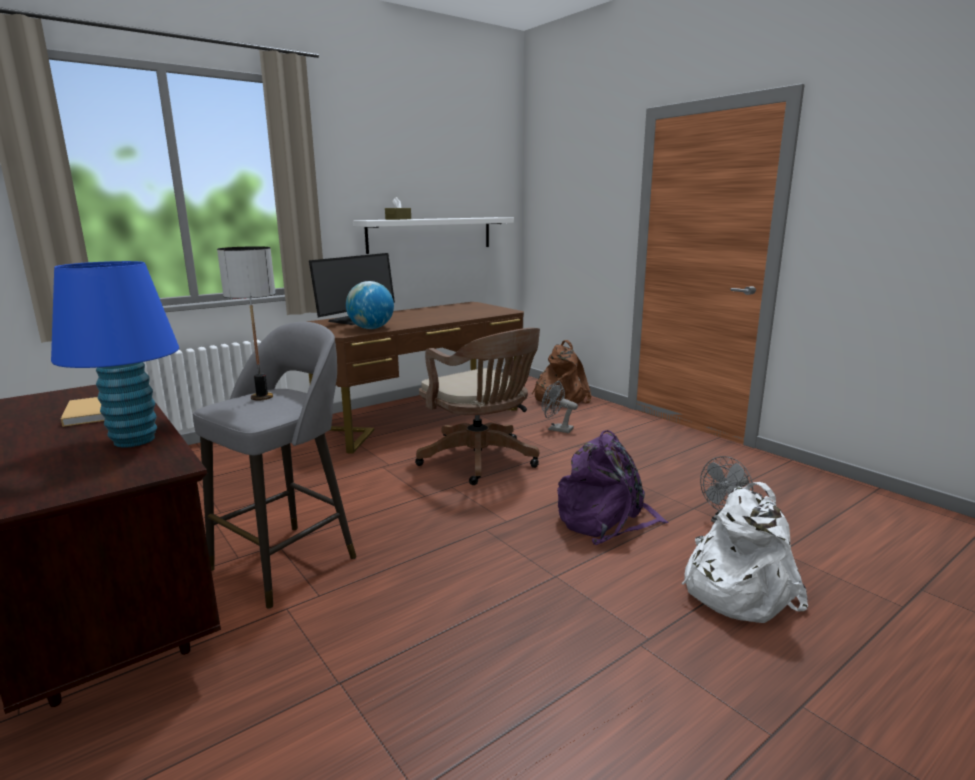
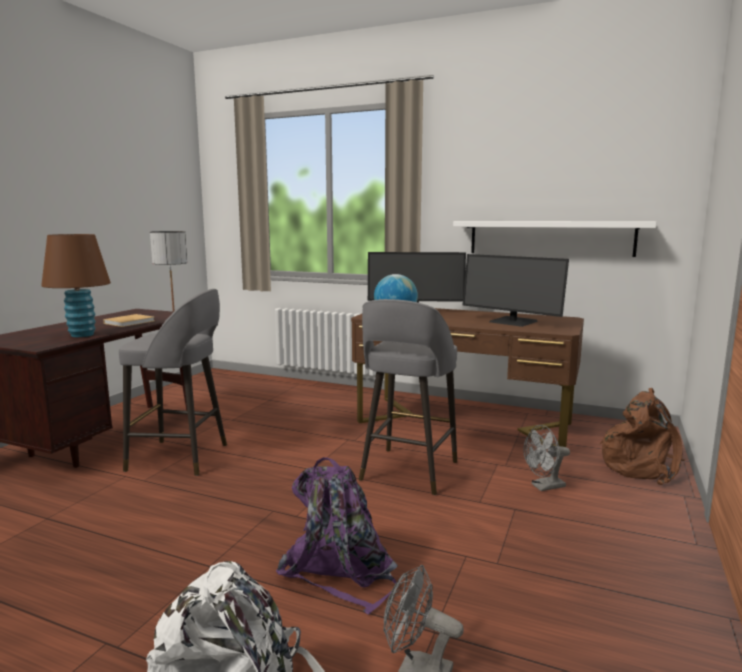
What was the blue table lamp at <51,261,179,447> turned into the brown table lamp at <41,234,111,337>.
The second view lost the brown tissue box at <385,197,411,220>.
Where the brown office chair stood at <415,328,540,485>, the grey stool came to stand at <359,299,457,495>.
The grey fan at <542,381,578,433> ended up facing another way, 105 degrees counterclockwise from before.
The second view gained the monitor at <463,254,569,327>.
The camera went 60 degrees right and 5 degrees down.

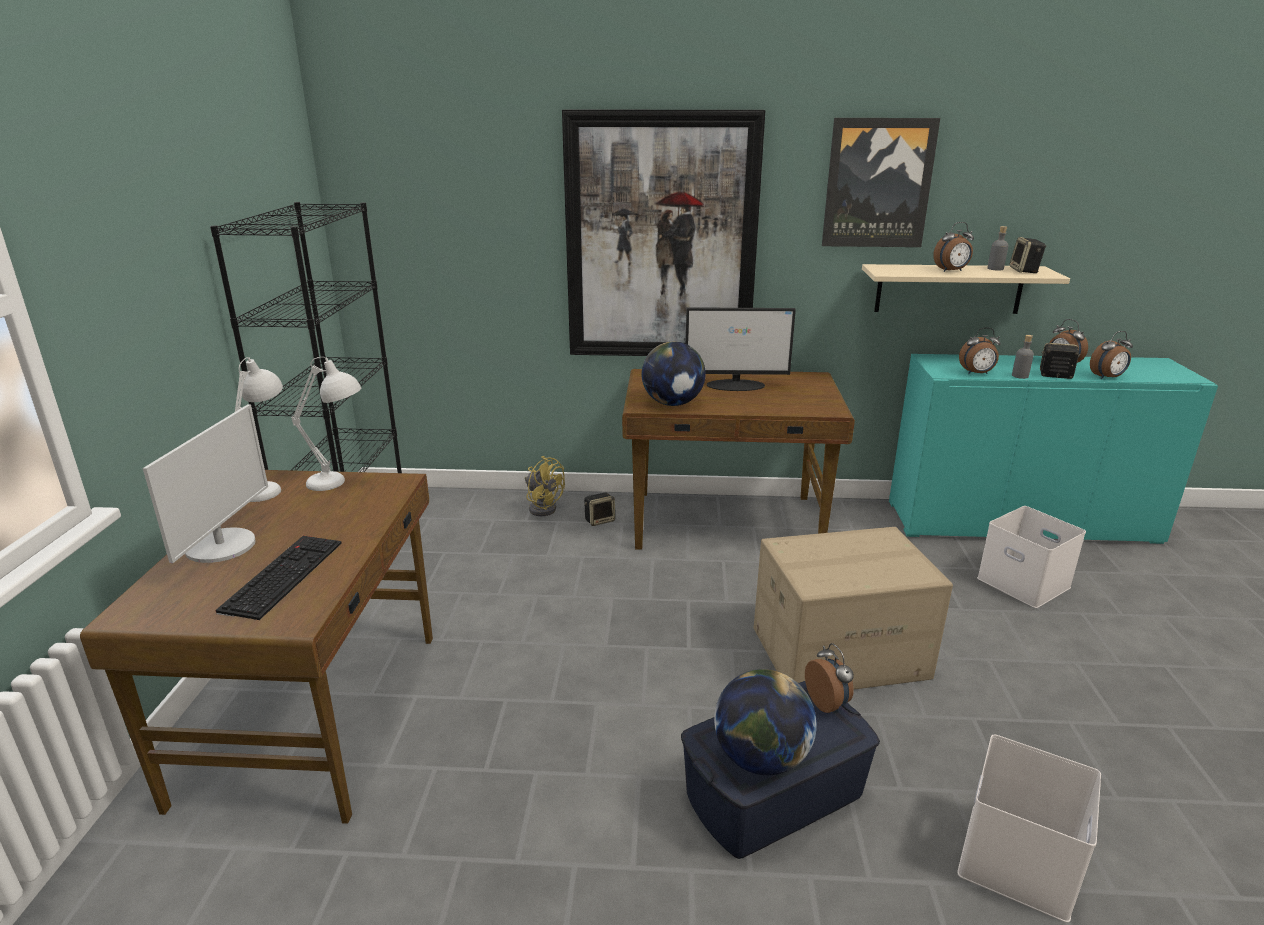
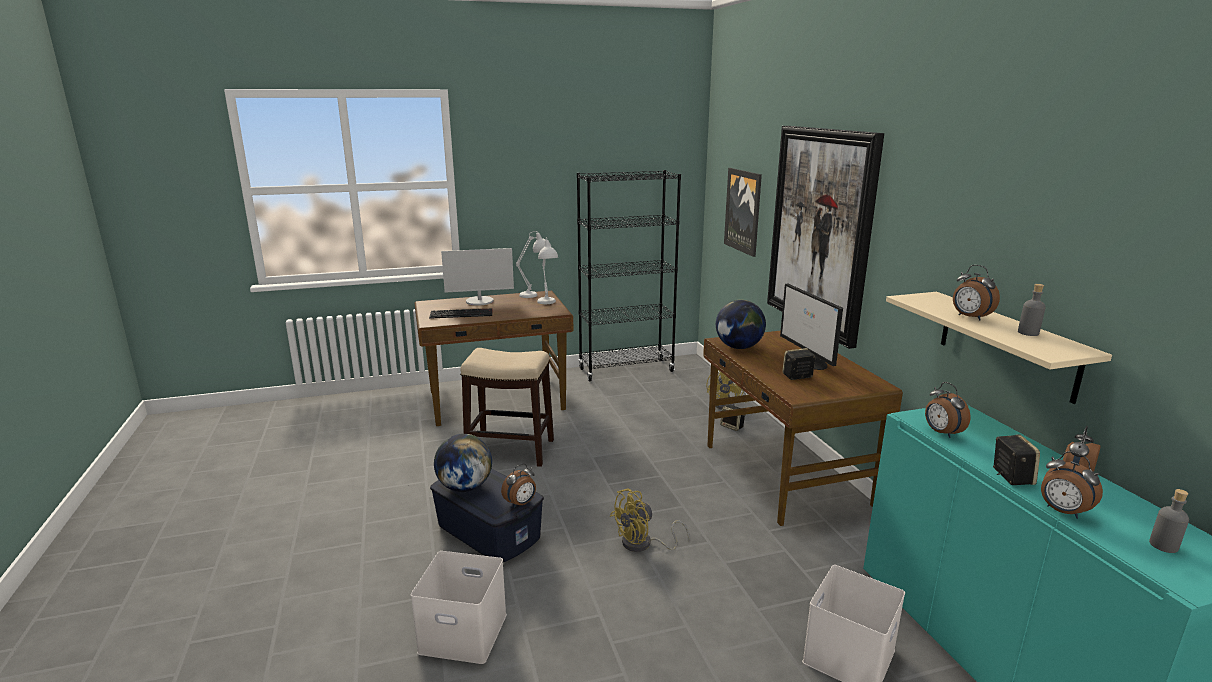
Where the cardboard box stood at <754,527,953,689>, the yellow fan came to stand at <610,488,690,552>.
The picture ended up elsewhere, having gone from <822,118,940,247> to <724,168,762,257>.
The speaker ended up elsewhere, having gone from <1010,237,1046,273> to <782,348,815,380>.
The grey bottle ended up elsewhere, having gone from <1012,335,1034,379> to <1149,489,1189,553>.
The second view gained the stool at <460,348,554,467>.
The camera went 70 degrees right and 5 degrees down.

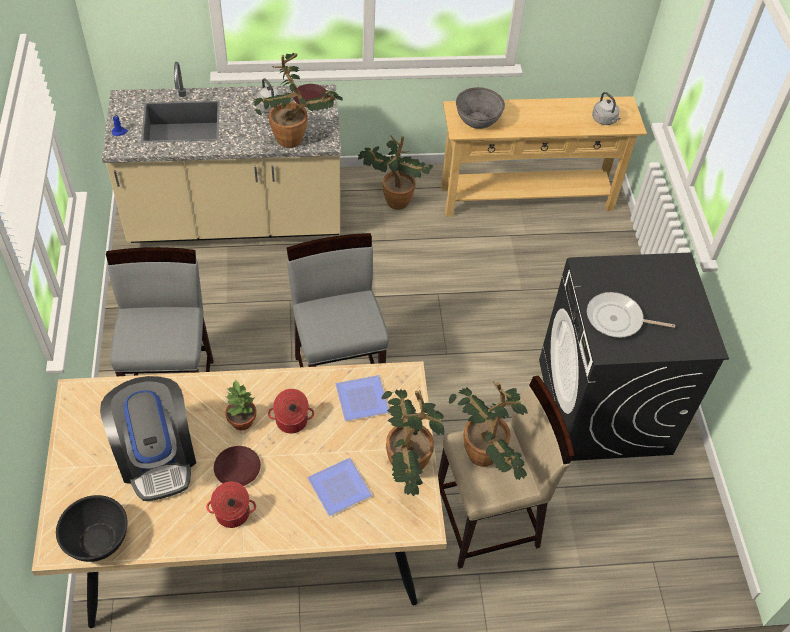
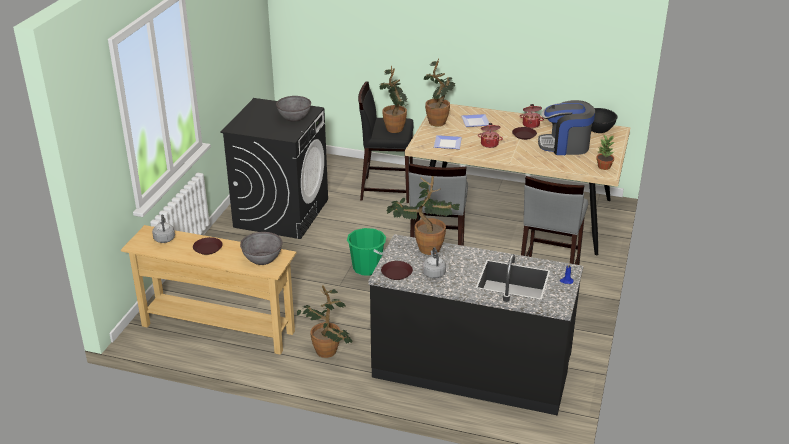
The coffee machine at <100,376,196,501> ended up facing another way, 90 degrees counterclockwise from before.
What was the beige counter at <102,62,341,243> turned into the black counter at <368,234,583,416>.
The potted plant ended up elsewhere, having gone from <226,380,256,430> to <596,135,614,170>.
What was the beige stool at <438,376,574,569> turned into the black stool at <358,81,414,203>.
Where the frying pan stood at <587,292,675,338>, the grey bowl came to stand at <276,96,311,122>.
The second view gained the brown plate at <193,237,223,255>.
The second view gained the green bucket at <347,228,386,276>.
The camera went 155 degrees left and 20 degrees down.

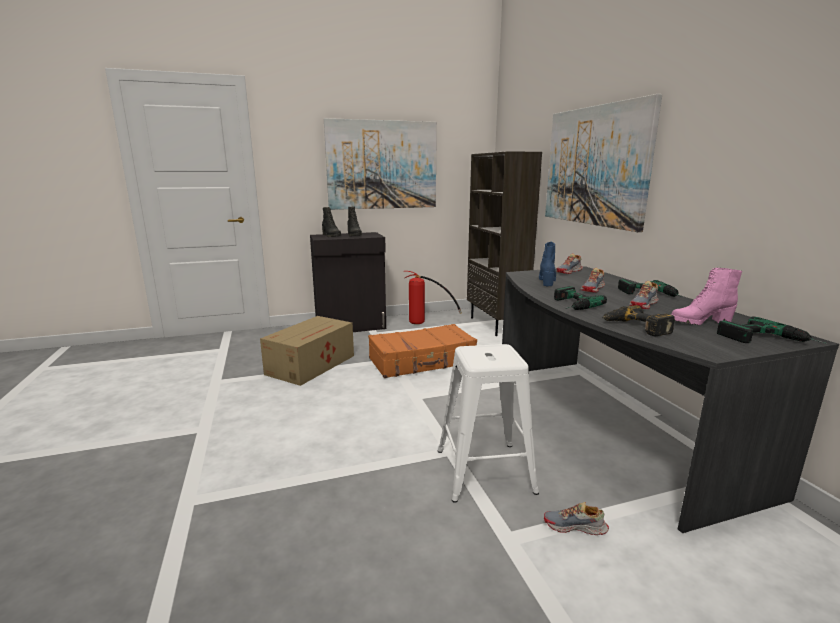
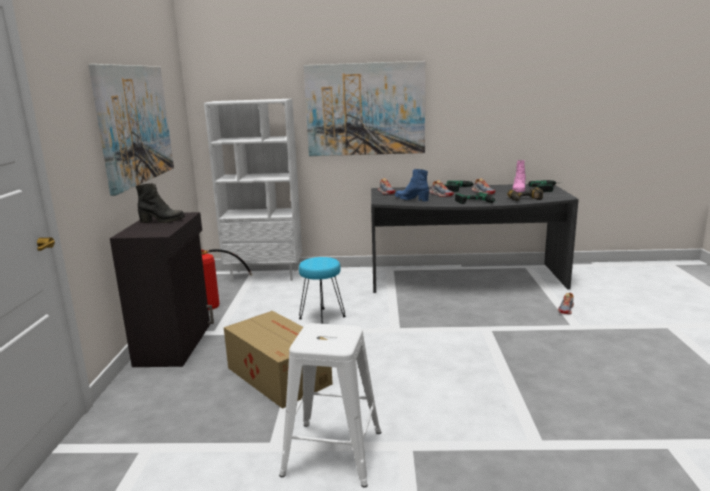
The second view lost the black boot at <322,207,342,237>.
Where the orange suitcase stood at <368,324,477,378>, the turquoise stool came to stand at <299,257,346,324>.
The white stool ended up elsewhere, having gone from <438,344,539,503> to <279,323,381,488>.
What was the brown bookcase at <467,151,542,336> turned into the white bookcase at <204,99,302,282>.
The camera went 70 degrees left and 0 degrees up.

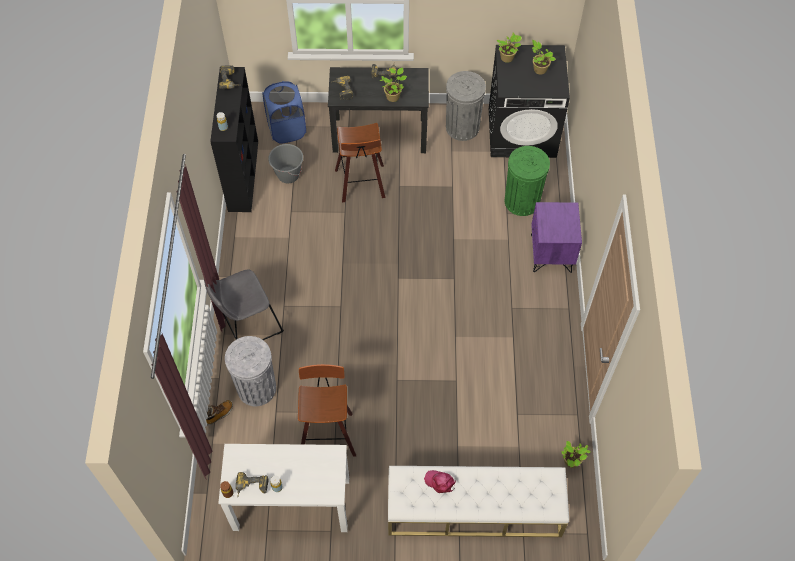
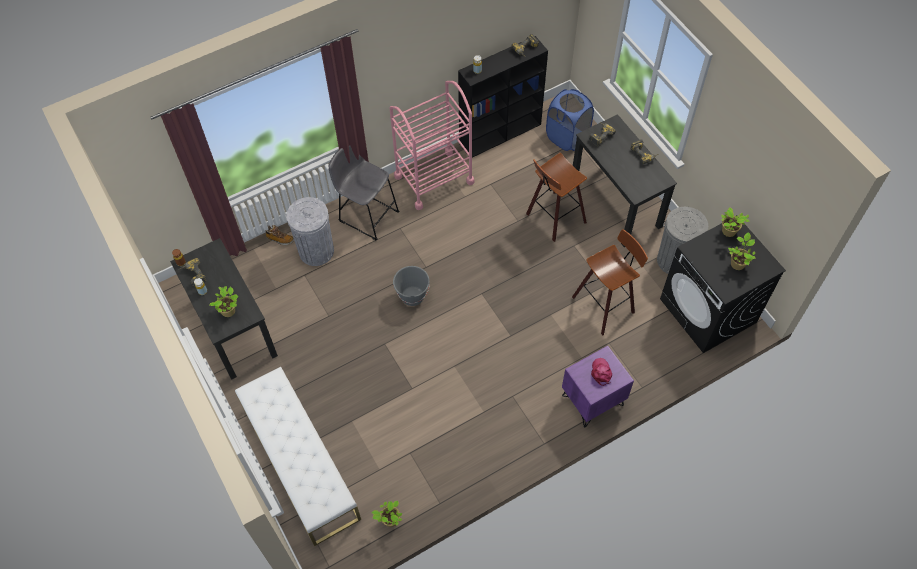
What was the white desk at <218,444,349,532> turned into the black desk at <170,238,278,380>.
The grey bucket ended up elsewhere, having gone from <268,144,303,183> to <393,266,430,306>.
The stool ended up elsewhere, having gone from <298,364,356,456> to <572,229,648,335>.
The potted plant ended up elsewhere, having gone from <380,68,407,102> to <209,286,238,317>.
The pink cap ended up elsewhere, having gone from <424,470,456,493> to <591,358,612,386>.
The second view lost the green trash can at <505,146,550,216>.
The second view gained the pink cart at <389,81,475,210>.
The camera went 60 degrees right and 0 degrees up.

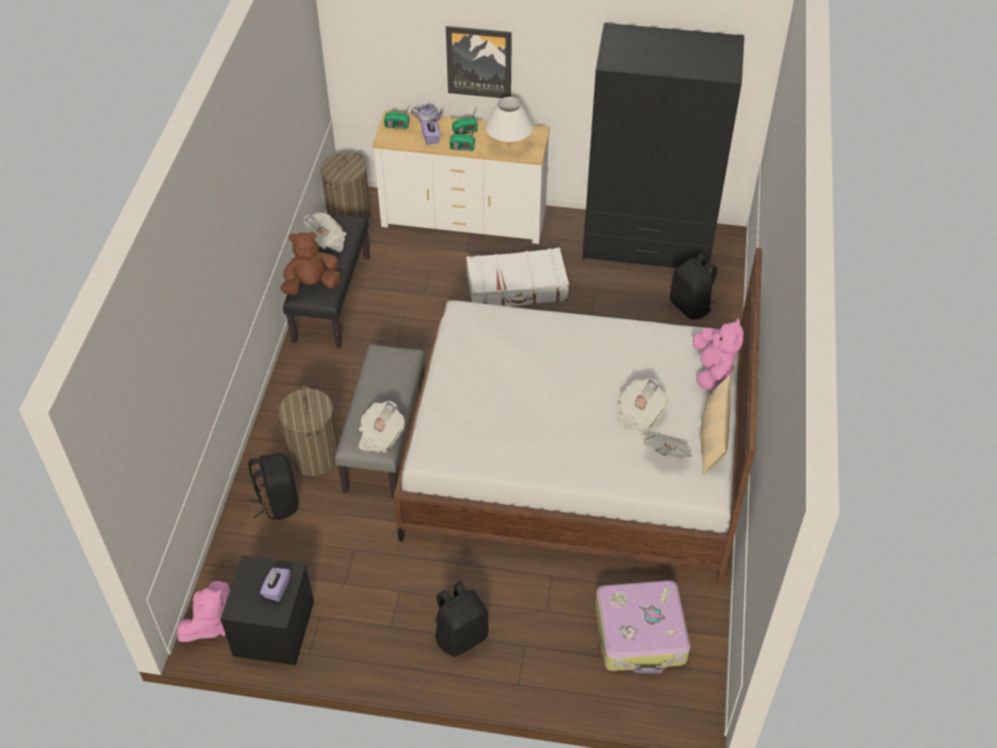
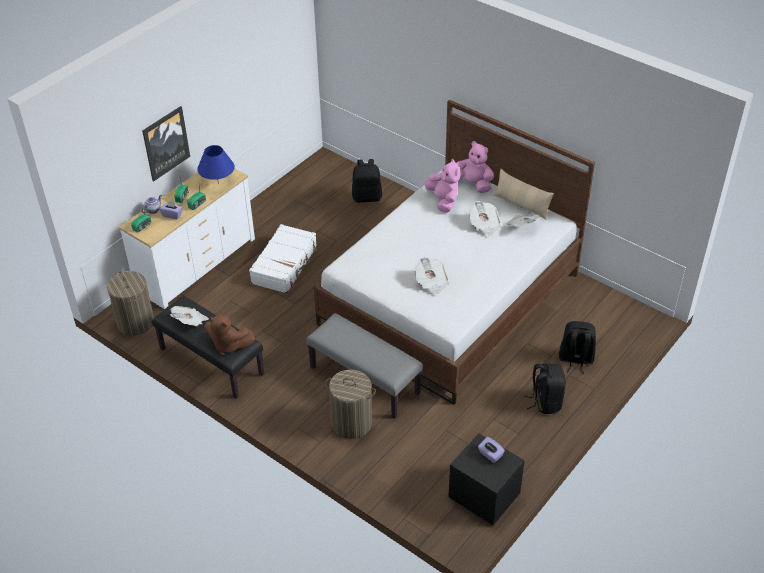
The pink plush toy ended up elsewhere, having gone from <177,581,230,642> to <425,159,460,213>.
The black backpack ended up elsewhere, having gone from <248,453,298,520> to <559,321,596,374>.
The brown plush toy at <280,231,341,295> ended up facing another way, 75 degrees counterclockwise from before.
The newspaper ended up elsewhere, having gone from <359,401,405,453> to <414,257,449,295>.
What was the white table lamp at <485,97,533,142> turned into the blue table lamp at <197,145,235,184>.
The second view lost the black wardrobe at <583,23,744,271>.
The second view lost the suitcase at <595,580,690,673>.
The camera went 60 degrees left and 5 degrees down.

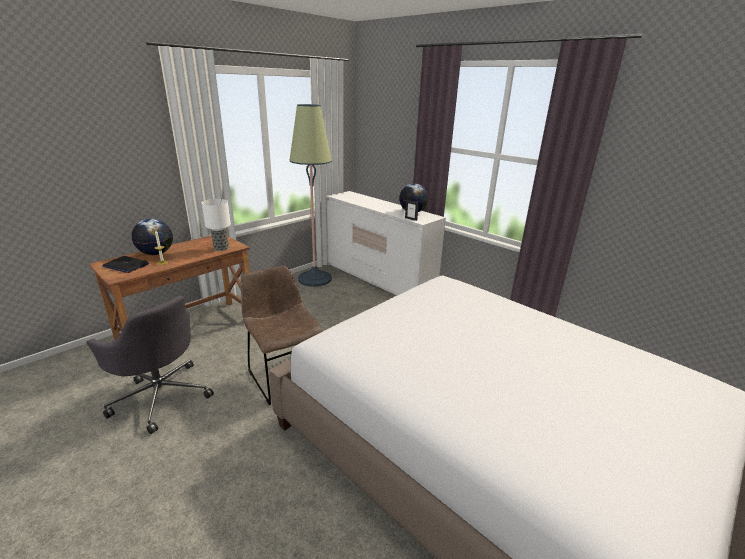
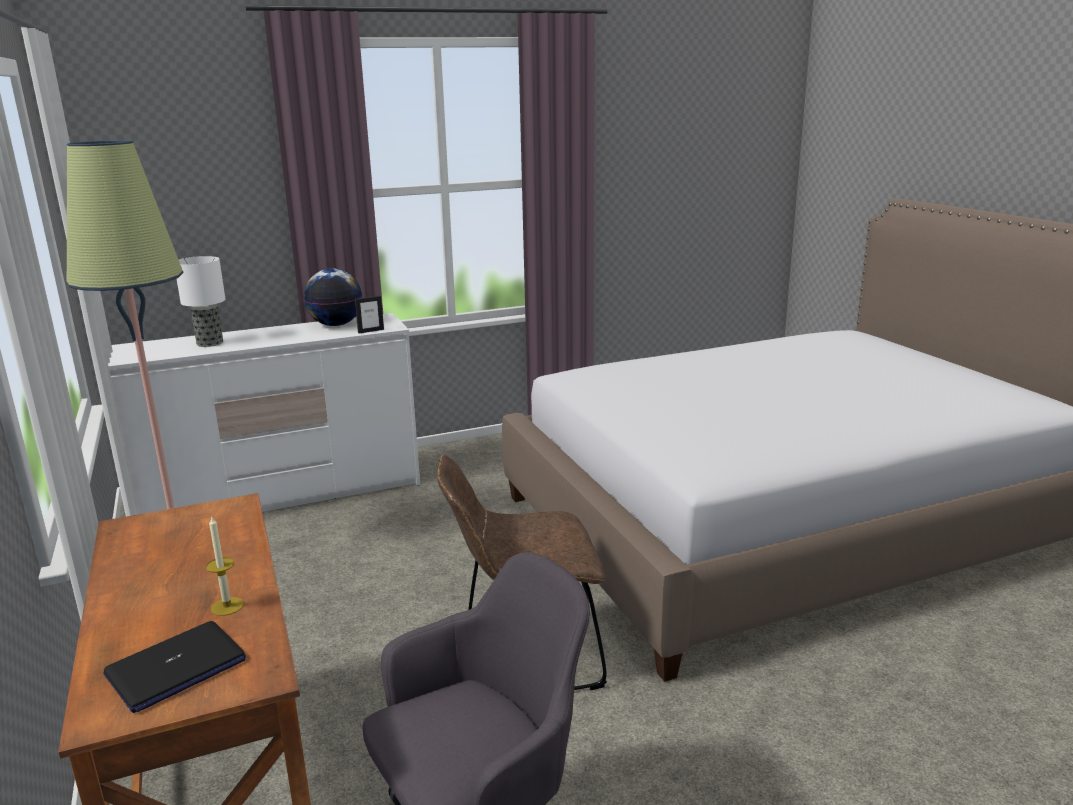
The second view lost the globe at <132,219,173,255>.
The table lamp ended up elsewhere, having gone from <202,199,231,251> to <177,256,225,347>.
The camera went 65 degrees left and 5 degrees down.

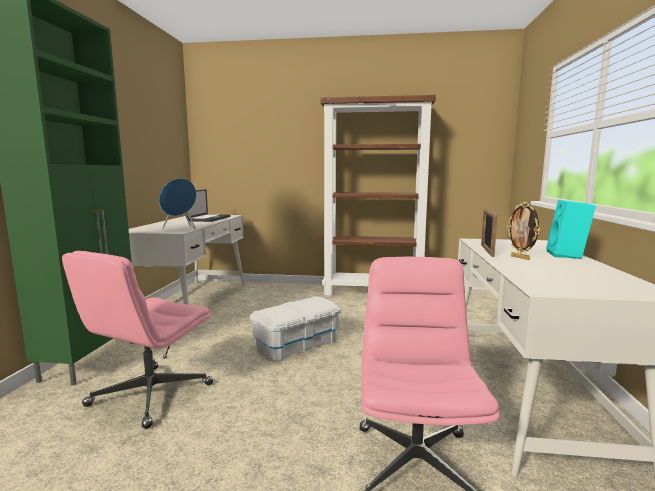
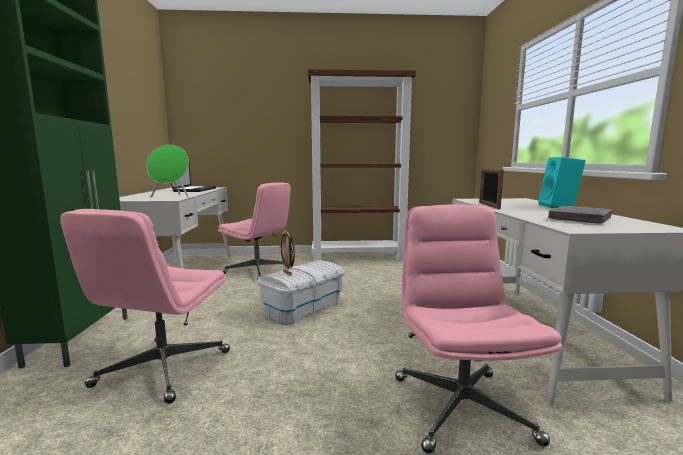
What was the blue speaker at <159,178,197,229> turned into the green speaker at <146,144,189,197>.
The picture frame ended up elsewhere, having gone from <507,202,540,260> to <279,230,295,276>.
The second view gained the pink office chair at <218,182,291,280>.
The second view gained the grey book at <548,206,612,223>.
The camera went 10 degrees left and 0 degrees up.

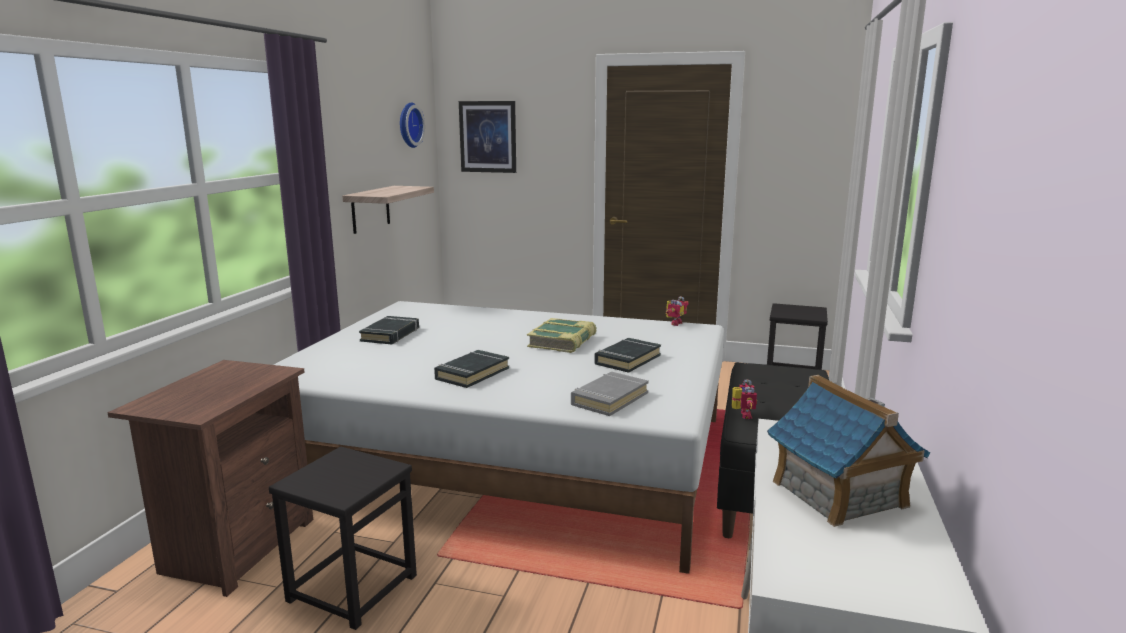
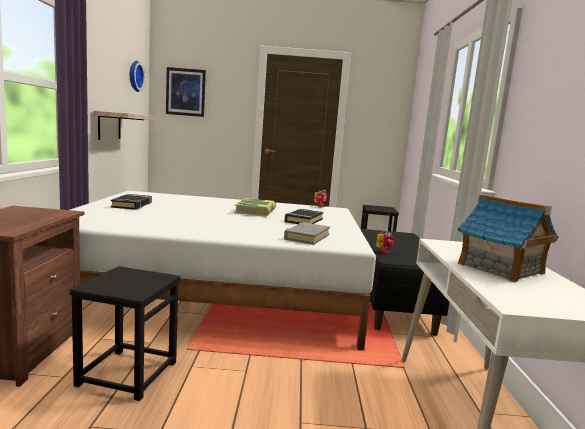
The second view lost the black book at <434,350,509,388>.
The camera went 15 degrees left and 5 degrees down.

